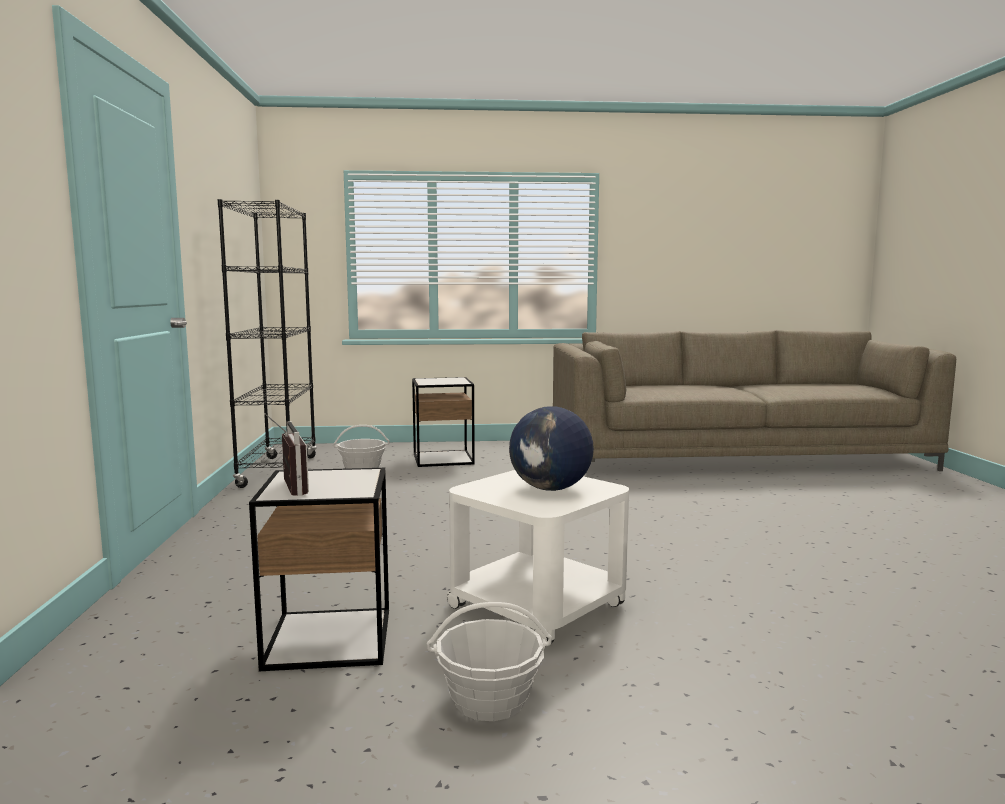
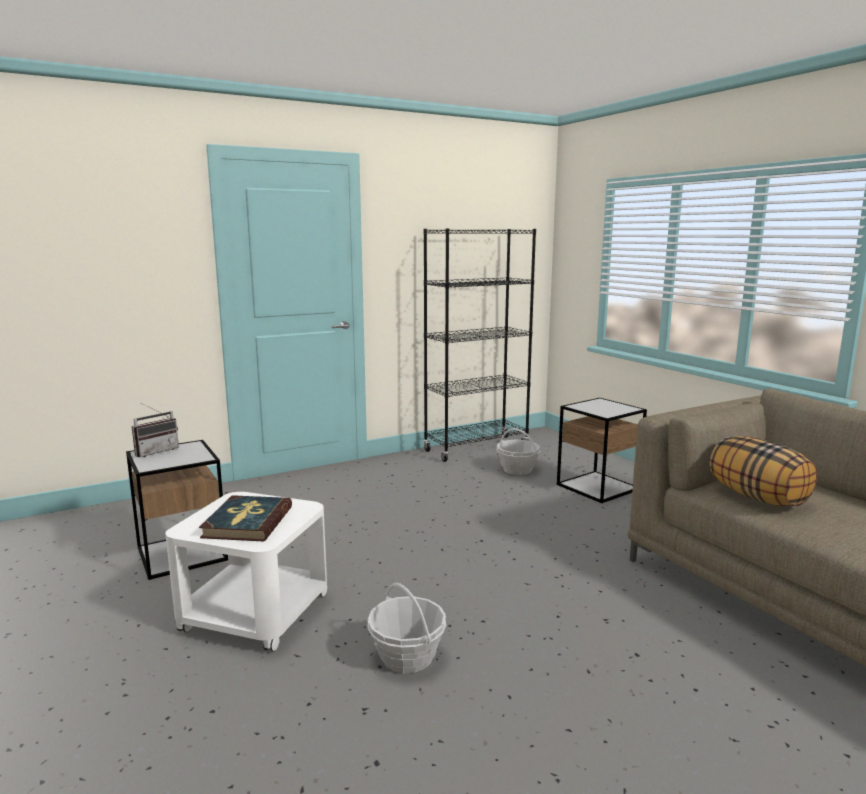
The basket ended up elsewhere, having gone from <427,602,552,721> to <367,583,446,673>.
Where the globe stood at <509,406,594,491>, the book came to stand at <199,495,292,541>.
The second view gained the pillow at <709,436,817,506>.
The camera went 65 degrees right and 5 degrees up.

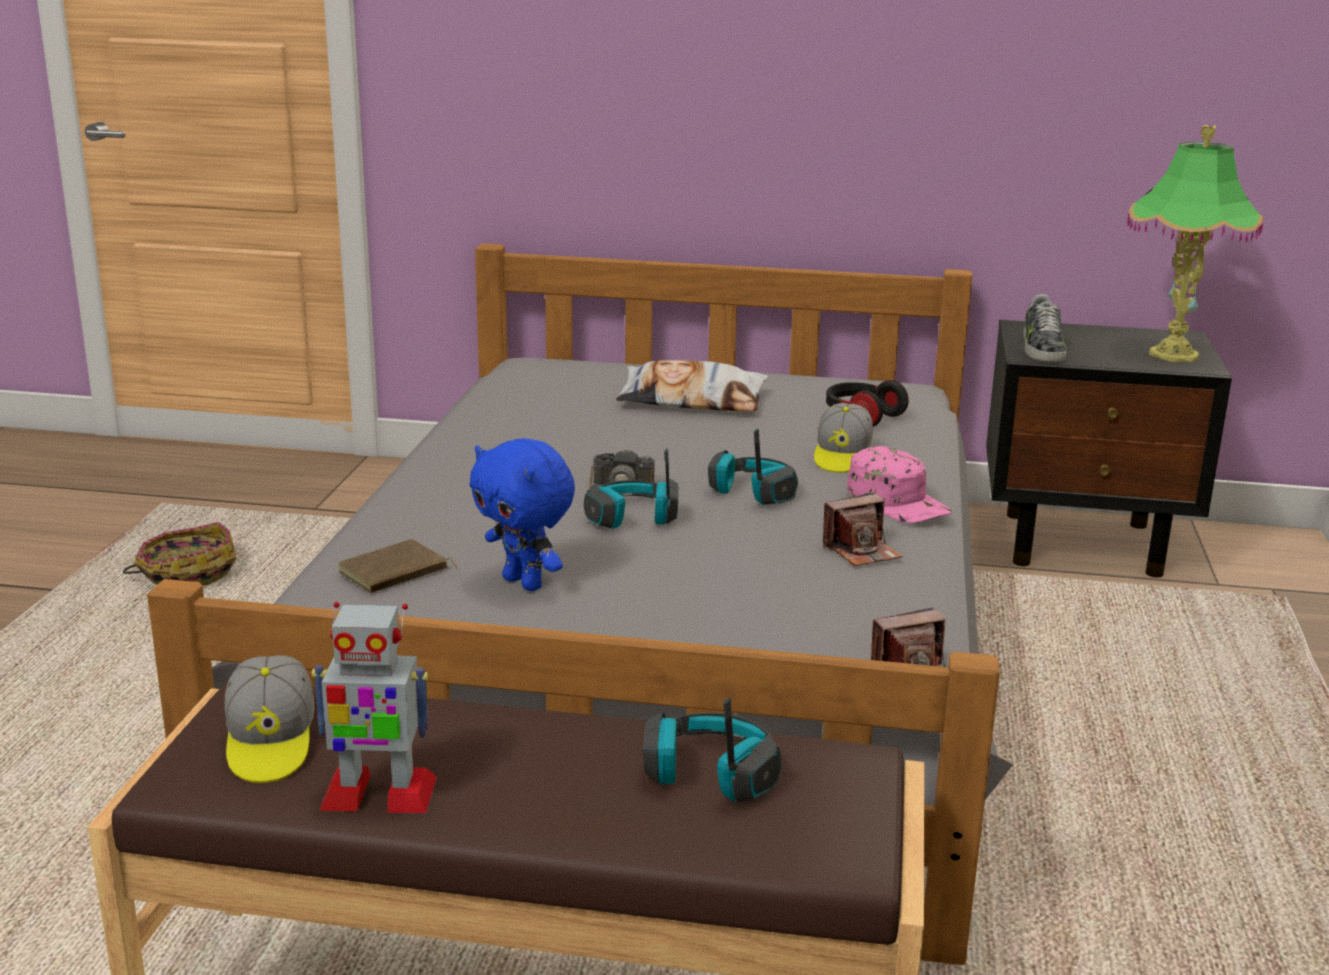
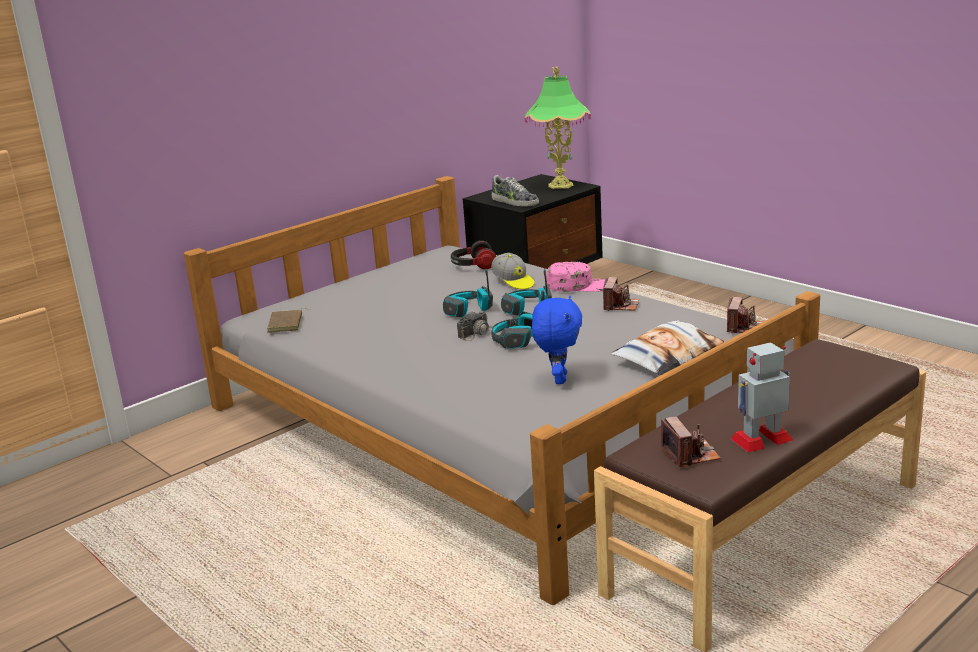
The second view lost the basket at <123,522,236,586>.
Where the cap stood at <225,655,314,783>, the photo camera came to stand at <661,416,721,468>.
The toy robot at <312,602,437,813> ended up facing another way, 150 degrees counterclockwise from before.
The brown book ended up elsewhere, having gone from <337,539,458,593> to <267,308,310,333>.
The blue plush toy at <469,438,575,591> ended up facing another way, 75 degrees counterclockwise from before.
The pillow ended up elsewhere, having gone from <616,360,768,411> to <611,320,724,375>.
The headphones ended up elsewhere, having gone from <643,697,781,802> to <443,269,493,317>.
The camera went 50 degrees left and 0 degrees up.

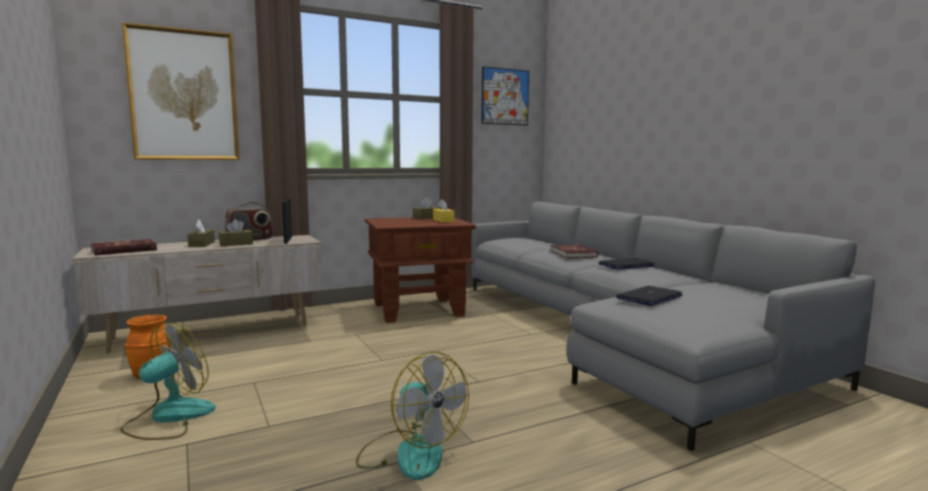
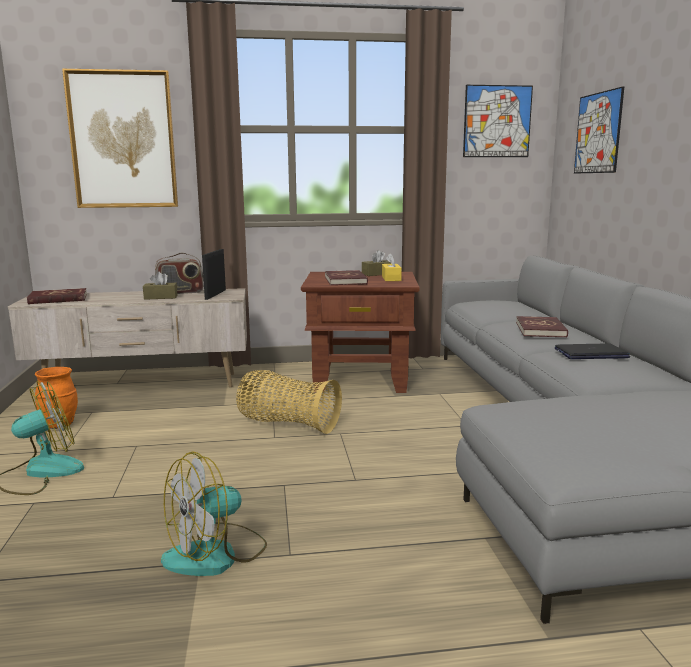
The second view lost the brown tissue box at <187,219,215,247>.
The fan at <356,351,469,480> ended up facing another way, 75 degrees clockwise from before.
The second view lost the laptop at <616,286,683,306>.
The second view gained the basket at <236,370,342,434>.
The second view gained the red book at <325,270,368,285>.
The second view gained the picture at <574,86,624,174>.
The camera went 20 degrees right and 5 degrees up.

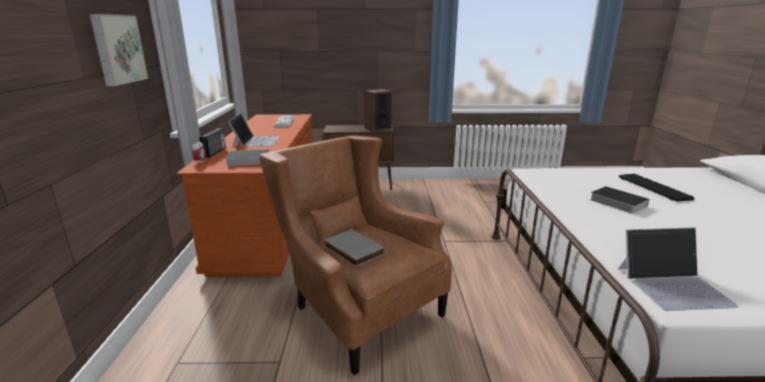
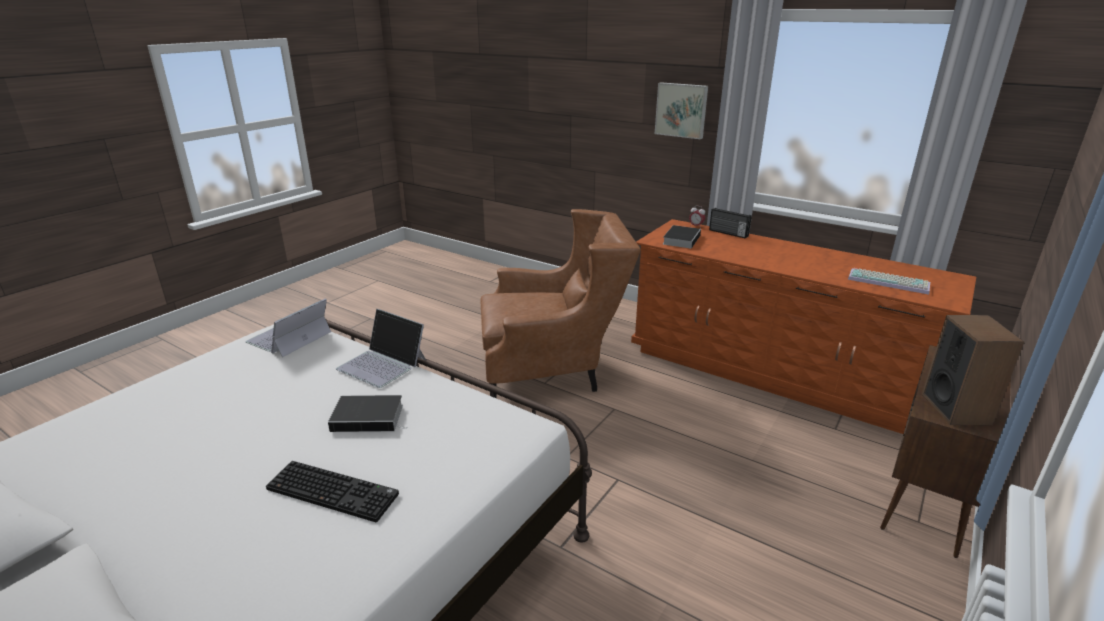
The laptop ended up elsewhere, having gone from <228,113,280,147> to <336,309,426,388>.
The second view lost the grey book at <324,229,385,267>.
The camera went 125 degrees right and 5 degrees up.

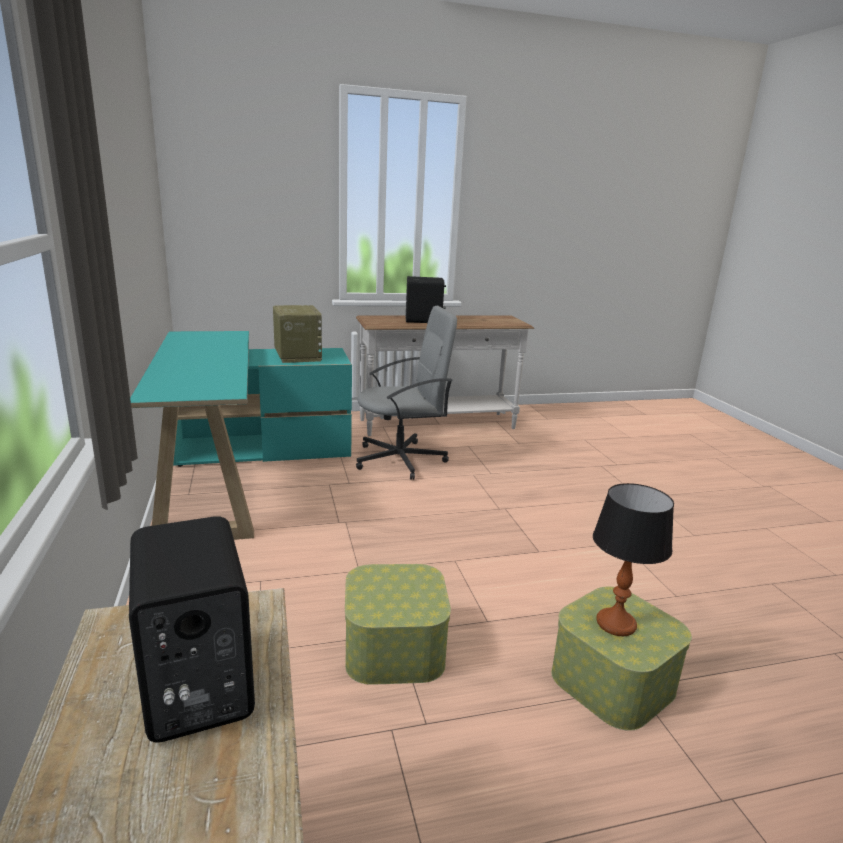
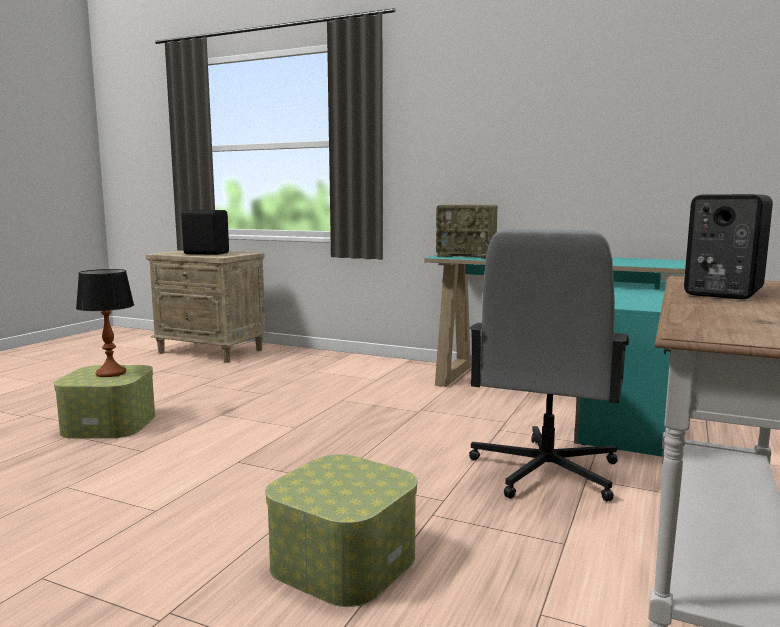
The radio ended up elsewhere, having gone from <273,305,322,363> to <436,205,498,258>.
The storage box ended up elsewhere, having gone from <345,564,451,685> to <265,454,418,607>.
The camera went 130 degrees right and 10 degrees down.

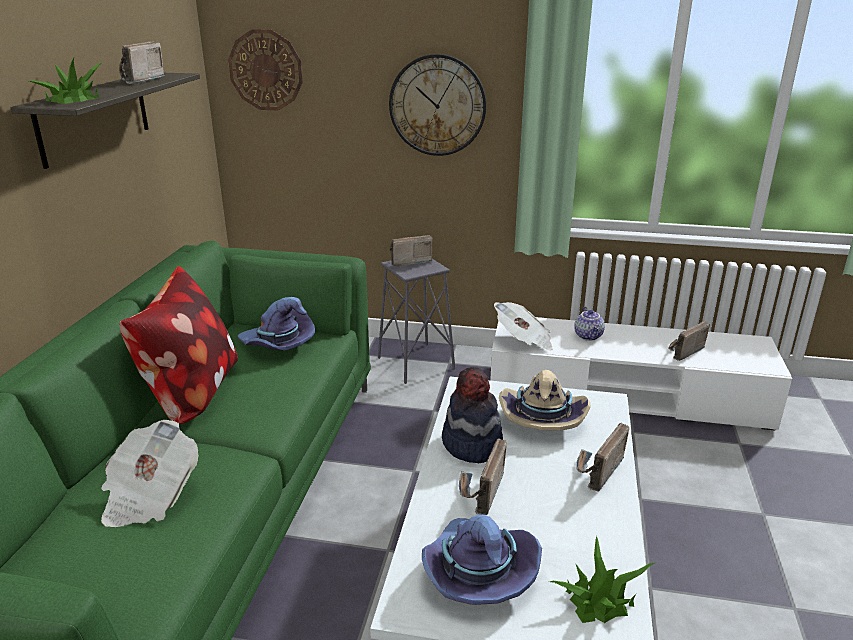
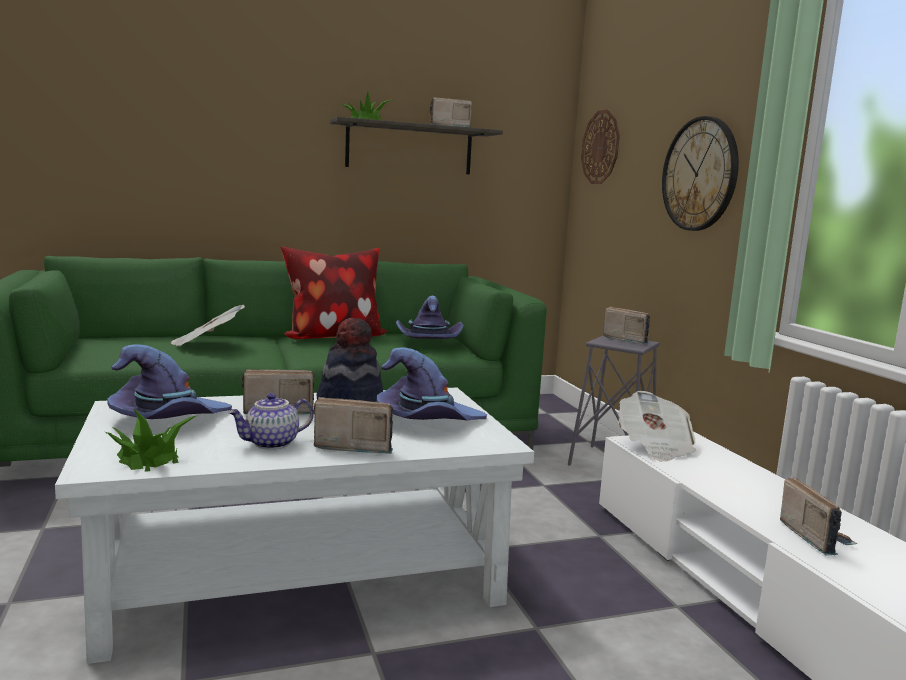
What was the beige hat at <499,370,591,431> turned into the purple hat at <377,347,487,420>.
The teapot ended up elsewhere, having gone from <574,307,605,341> to <228,393,314,450>.
The radio at <668,321,710,361> ended up facing another way, 60 degrees clockwise from before.
The camera went 60 degrees right and 15 degrees down.

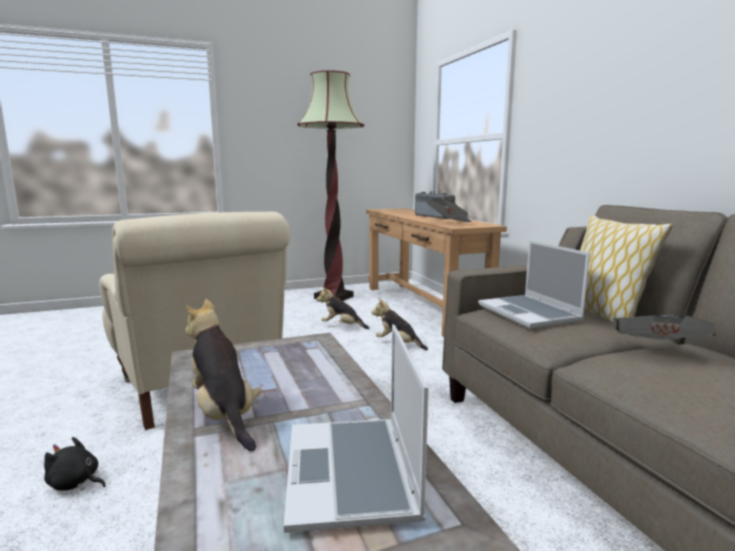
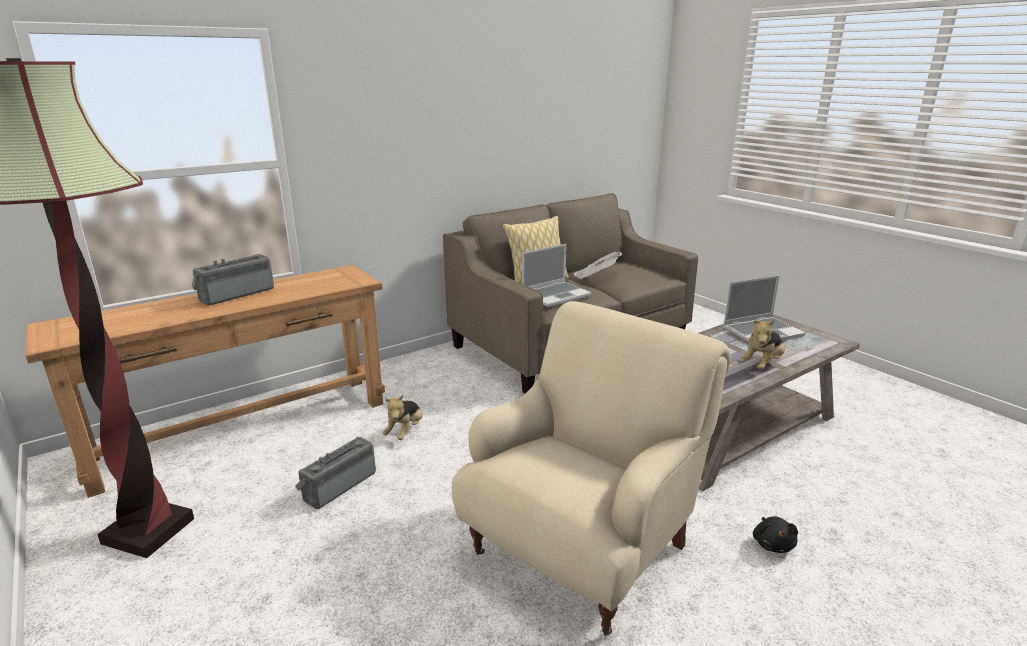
Where the plush toy stood at <317,286,370,329>, the radio came to stand at <295,437,376,509>.
The second view lost the newspaper at <427,198,472,222>.
The camera went 105 degrees left and 10 degrees up.

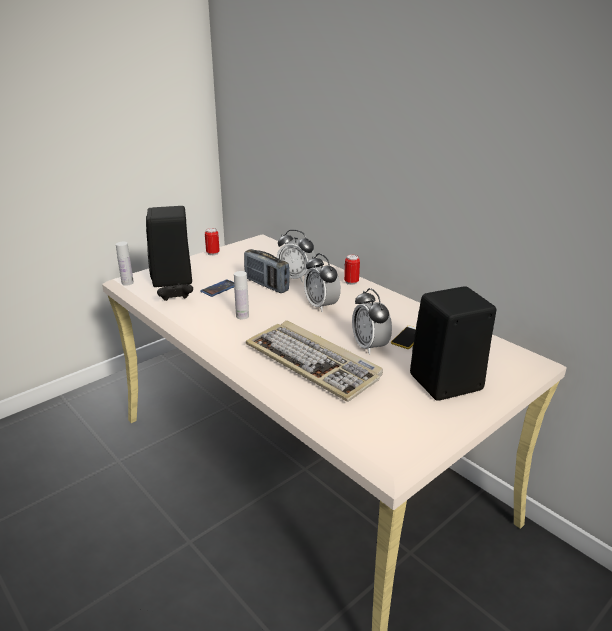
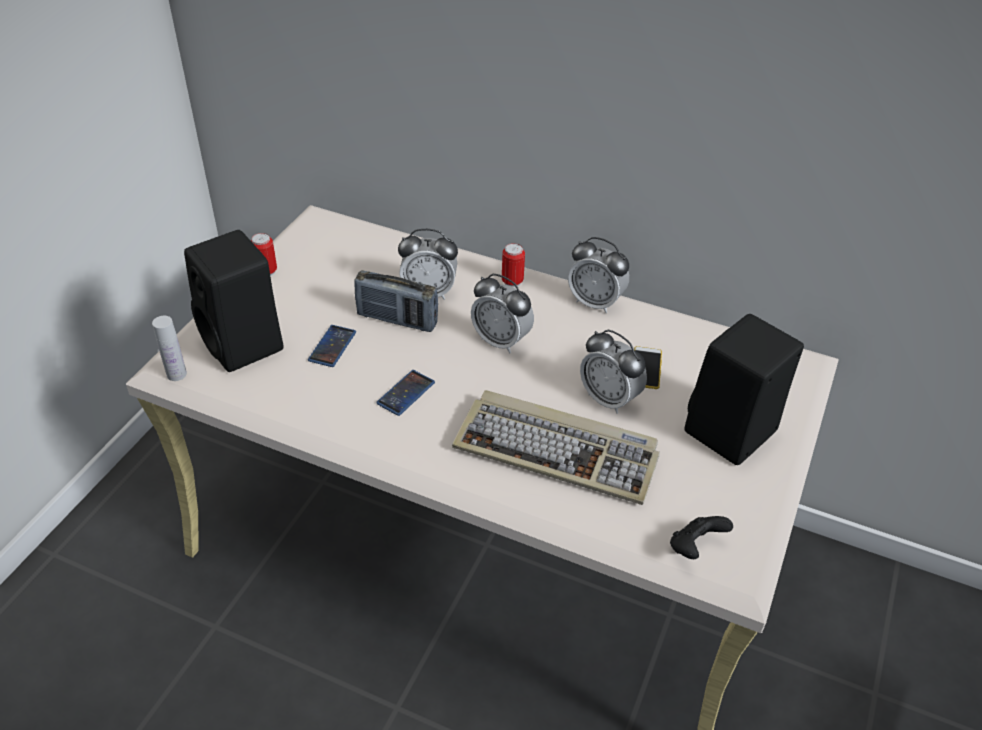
The black game controller ended up elsewhere, having gone from <157,283,193,301> to <670,516,733,559>.
Where the white bottle stood at <234,271,249,319>, the phone came to stand at <376,370,435,416>.
The second view gained the alarm clock at <568,237,629,313>.
The camera went 25 degrees left and 15 degrees up.

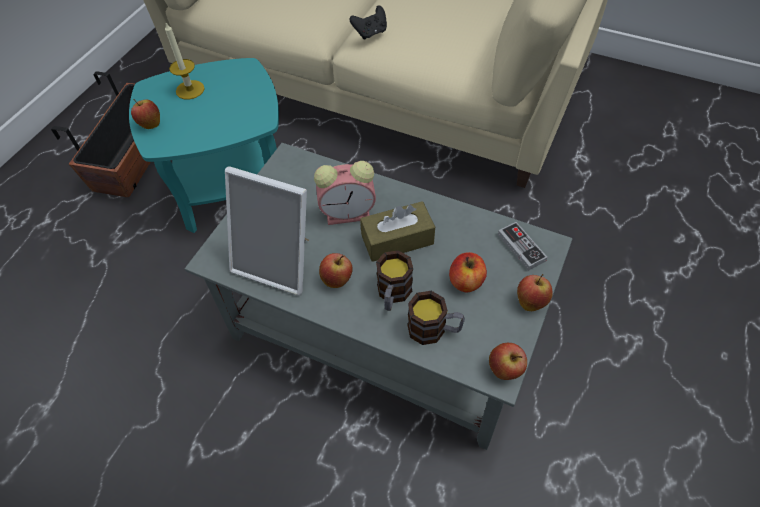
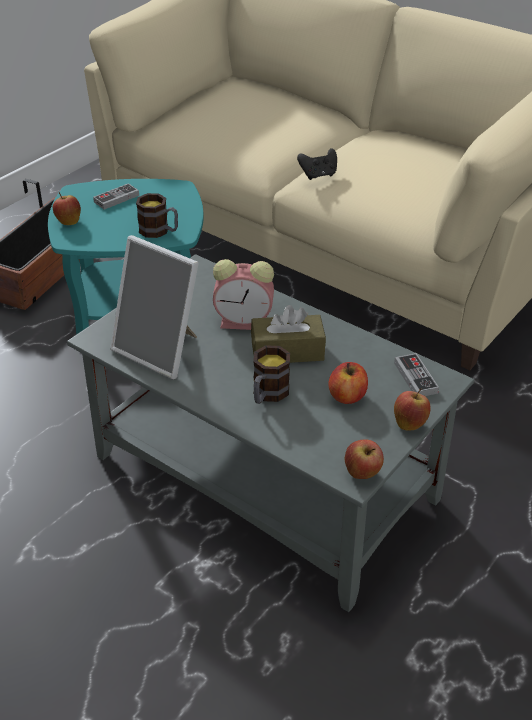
Where the candle stood at <165,23,205,99>, the game controller came to stand at <93,183,139,210>.
The second view lost the apple at <319,253,353,288>.
The mug ended up elsewhere, having gone from <407,291,465,345> to <136,193,178,238>.
The camera went 10 degrees right and 15 degrees down.

